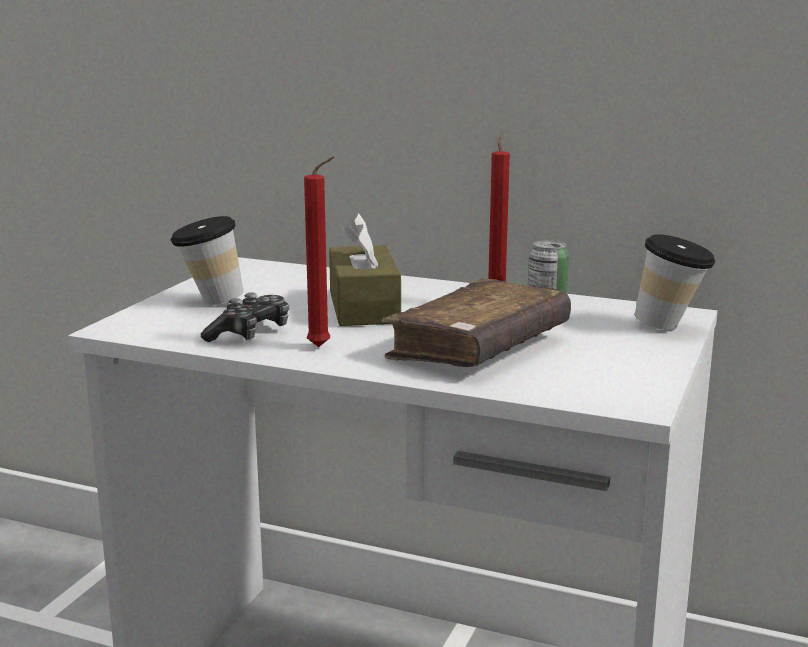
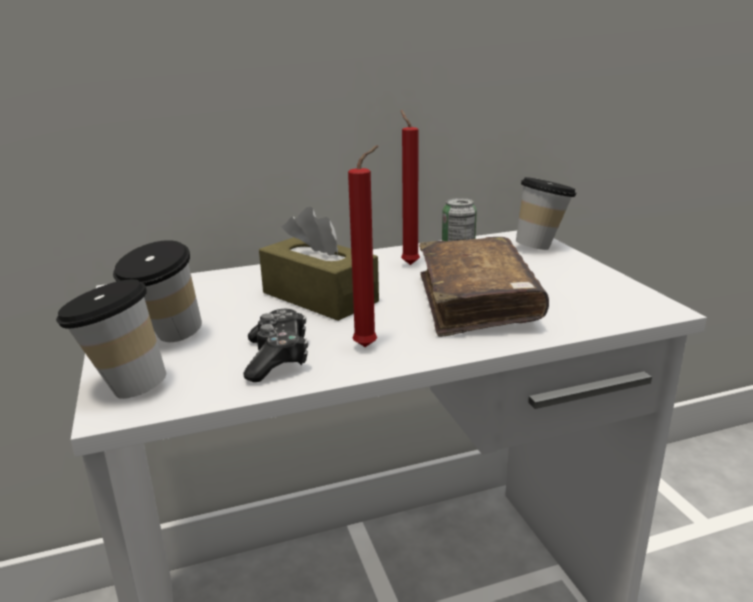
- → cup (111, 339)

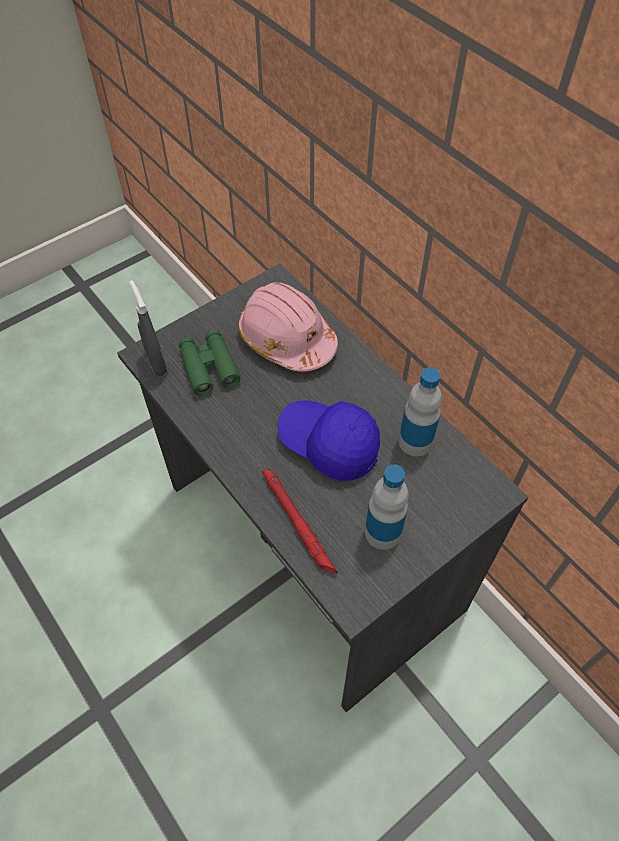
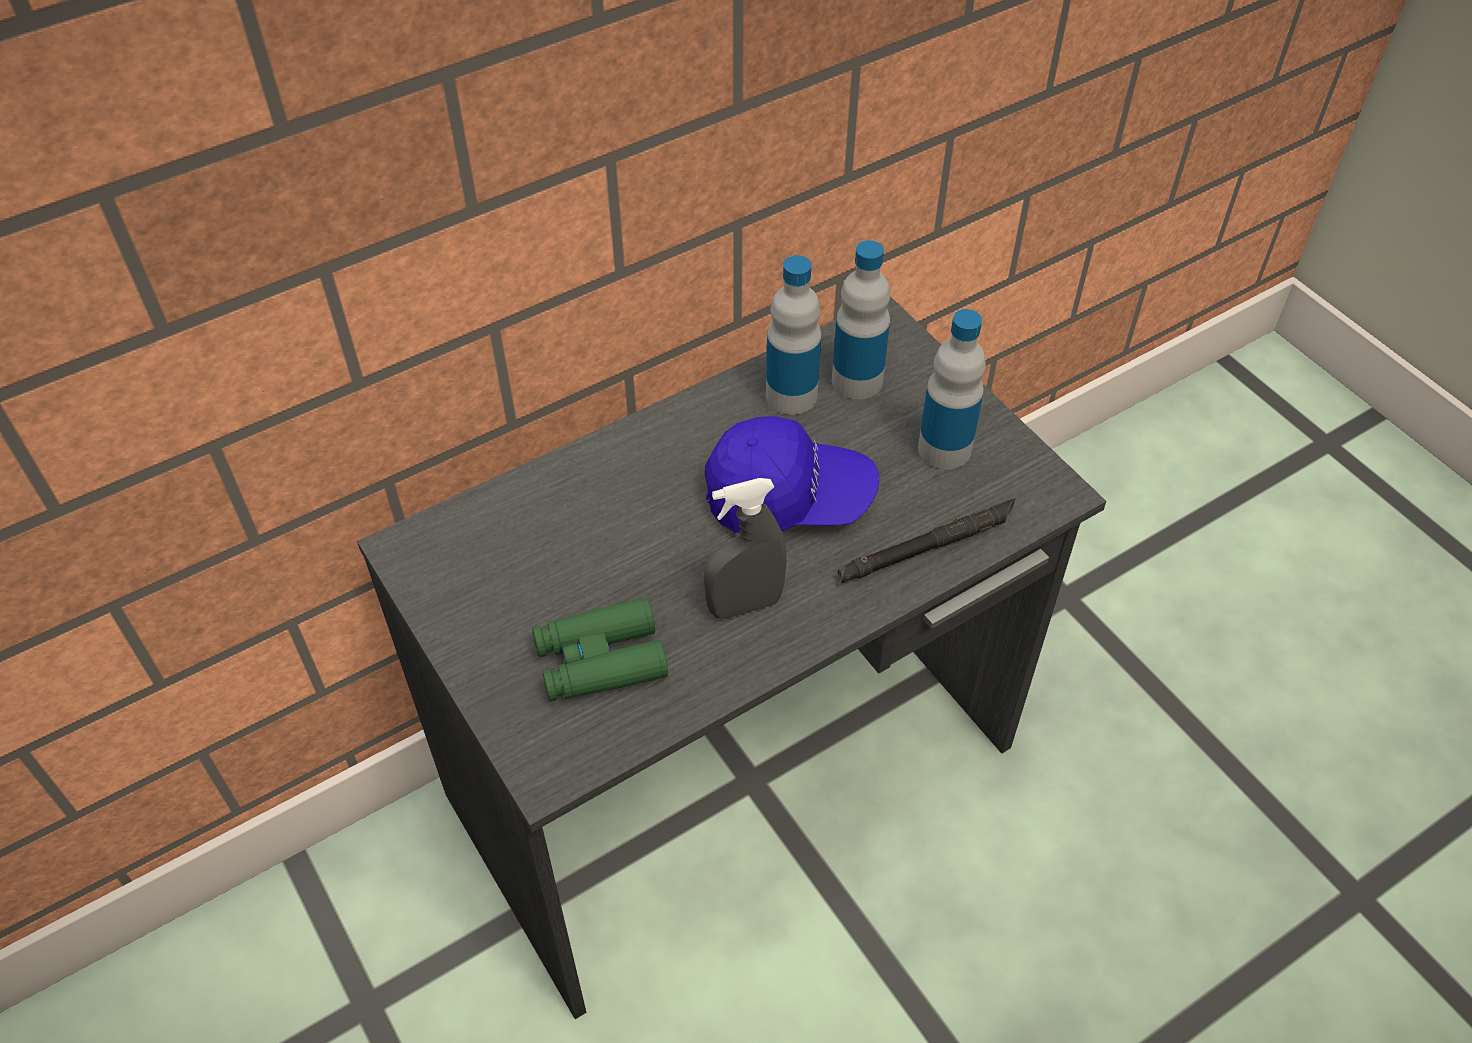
gray spray bottle (148, 328) → gray spray bottle (745, 548), moved
blue-coloured cap (329, 440) → blue-coloured cap (792, 474), 120 degrees counterclockwise
- → bottle (861, 319)
red-coloured hand torch (300, 521) → black-coloured hand torch (926, 541)
pinkish hard hat (288, 327) → -

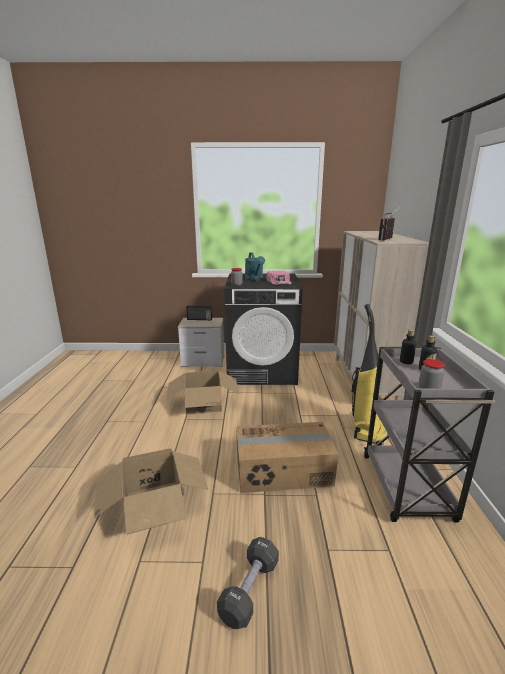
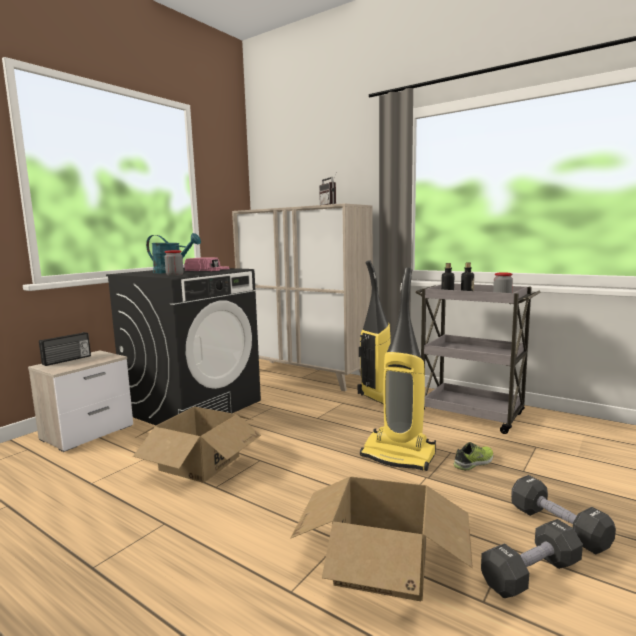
cardboard box (287, 457) → hoover (398, 369)
- → item of footwear (473, 456)
- → black-coloured hand weight (532, 558)

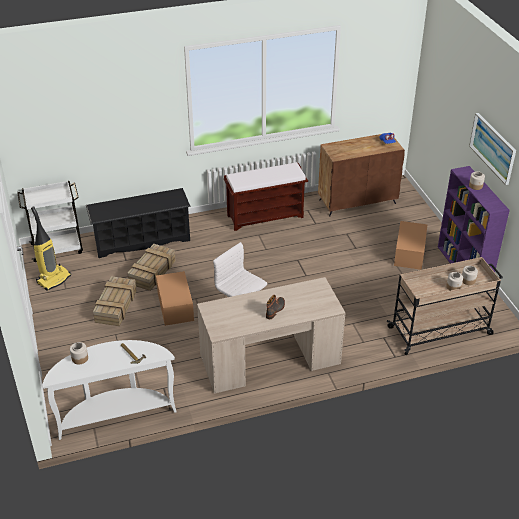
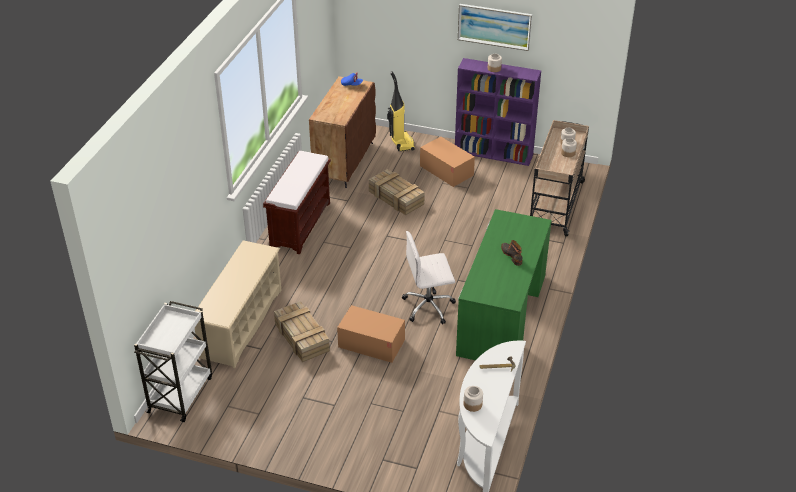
black-coloured shoe shelf (138, 223) → beige shoe shelf (238, 304)
crate (115, 301) → crate (397, 192), moved
hoover (51, 248) → hoover (401, 111), moved
beige desk table (271, 335) → greenish desk table (504, 284)

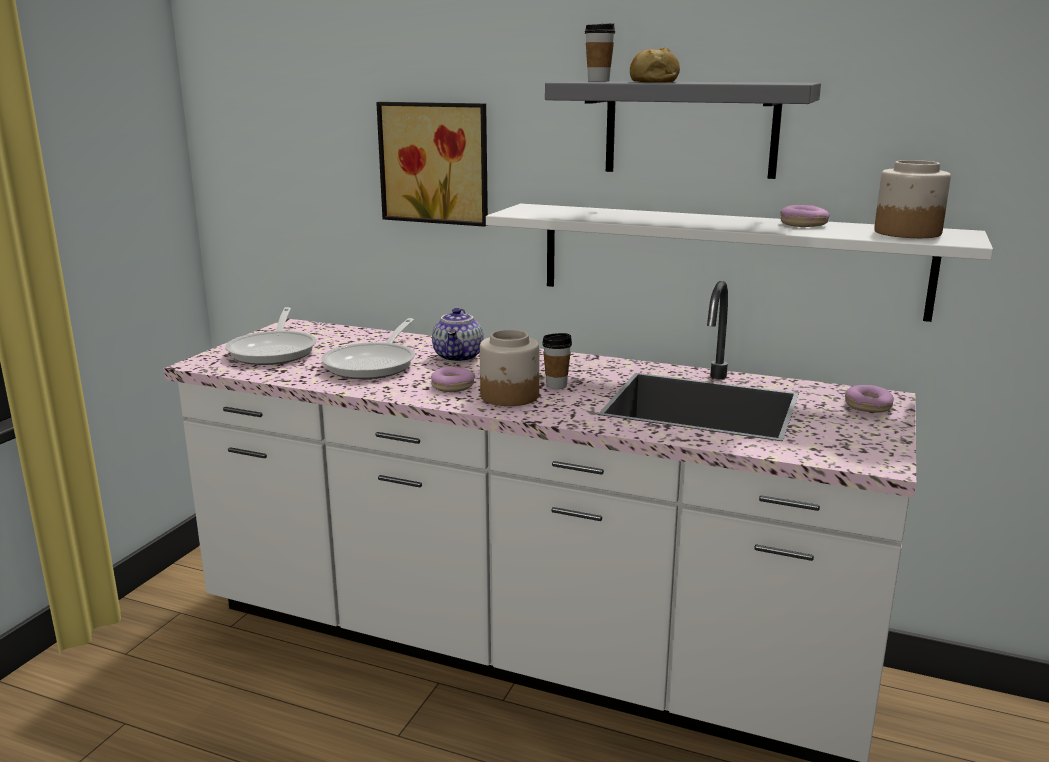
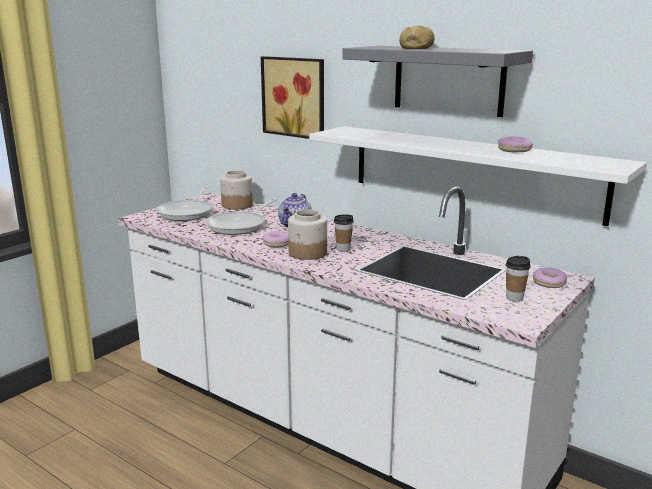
jar (912, 199) → jar (236, 190), moved
cup (600, 52) → cup (518, 279), moved

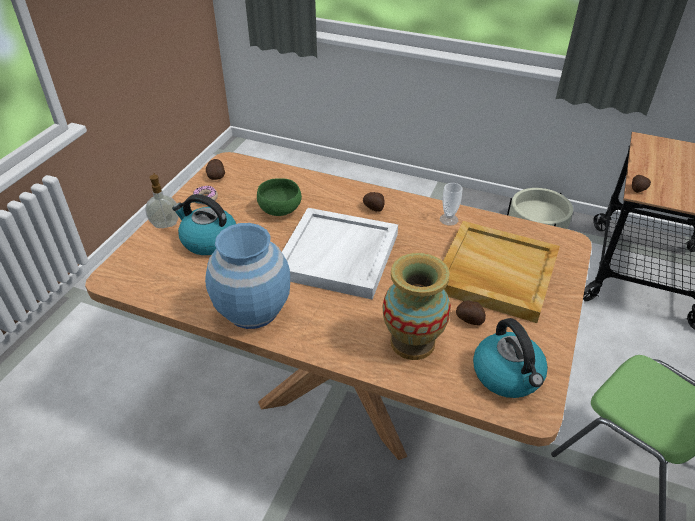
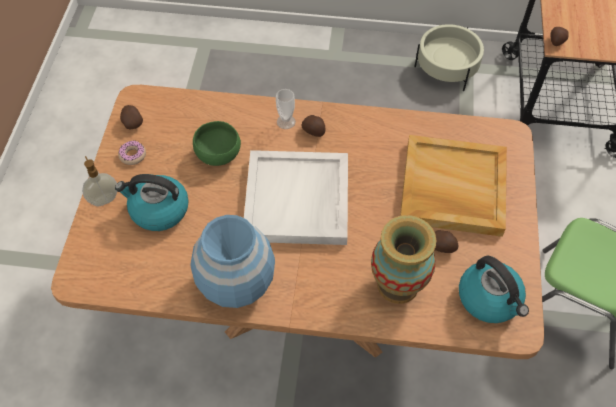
cup (451, 204) → cup (286, 109), moved

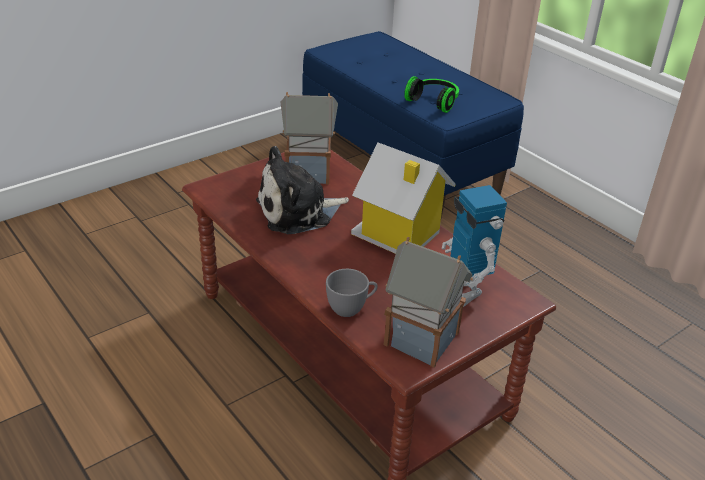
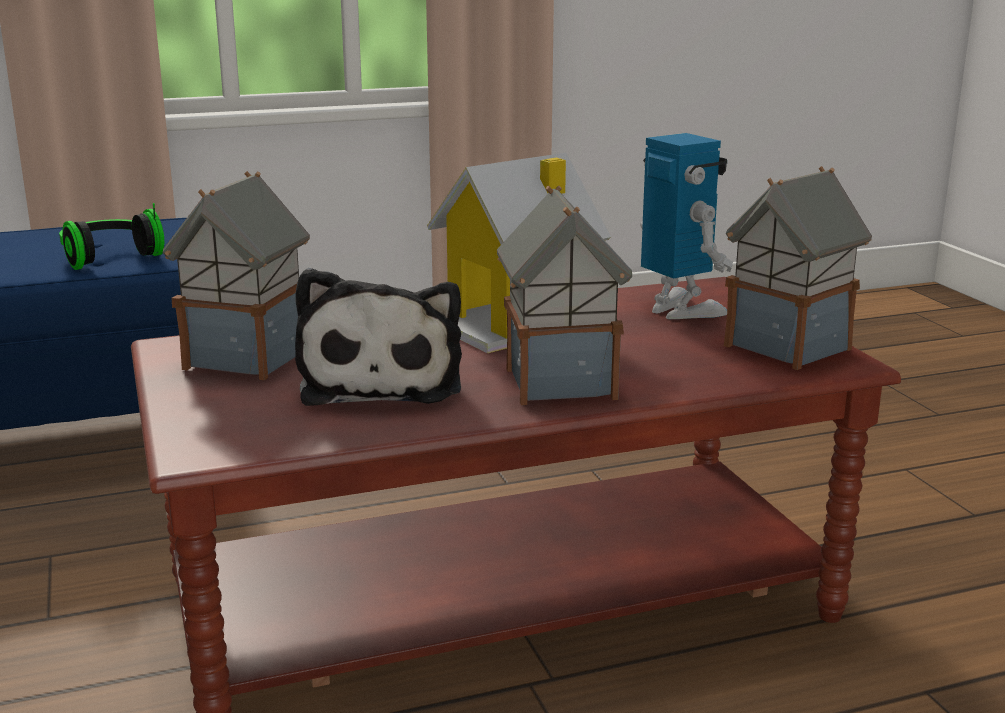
- → model house (564, 295)
robot figure (474, 246) → robot figure (686, 226), 120 degrees counterclockwise
gray cup (352, 293) → -

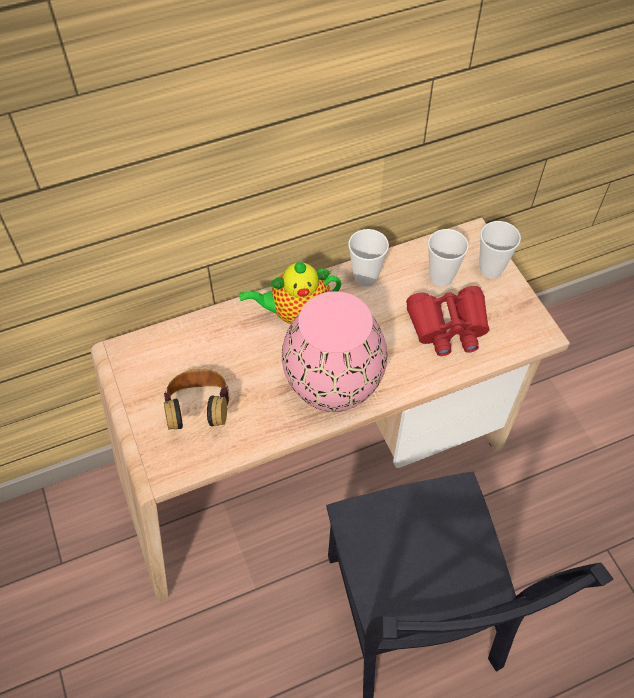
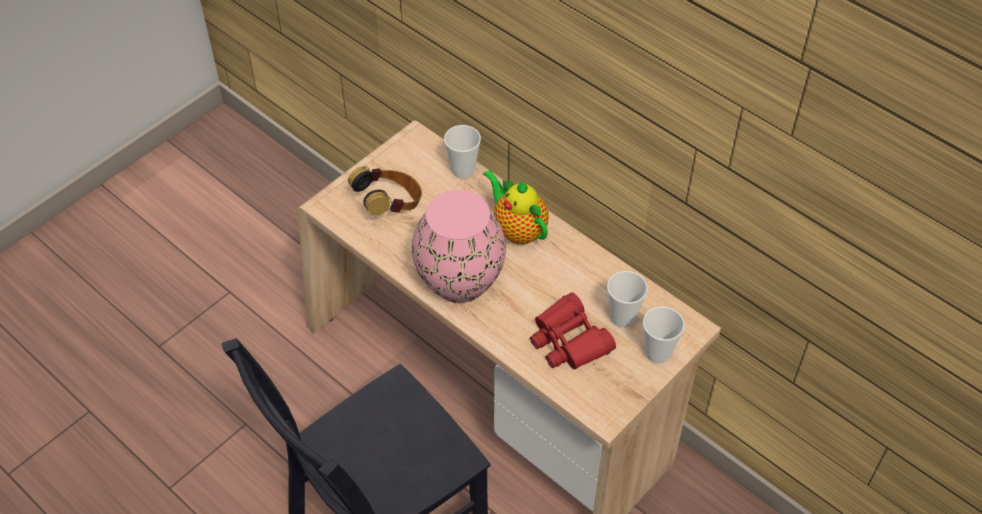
cup (368, 258) → cup (462, 152), moved

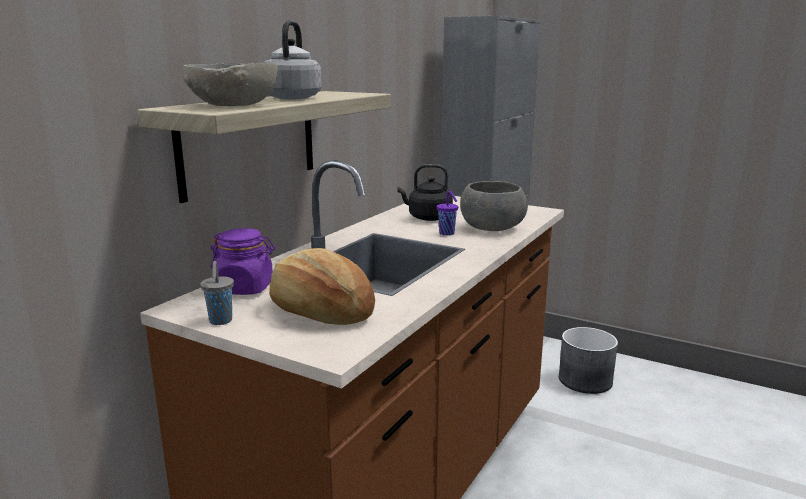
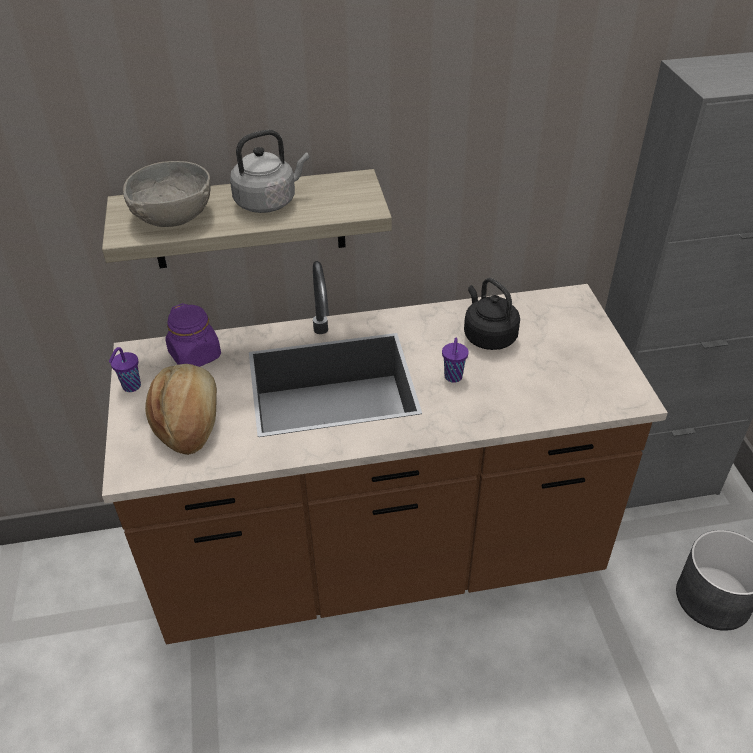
gray cup (217, 293) → purple cup (125, 369)
gray serving bowl (494, 206) → -

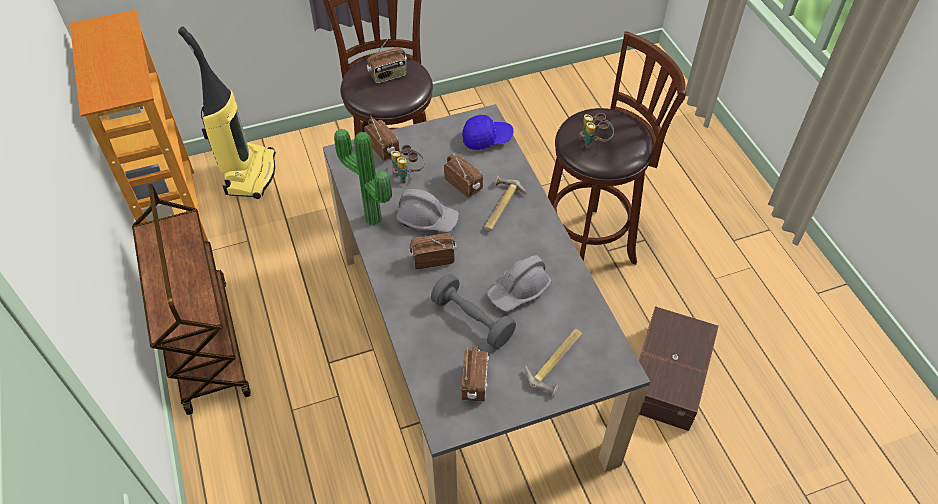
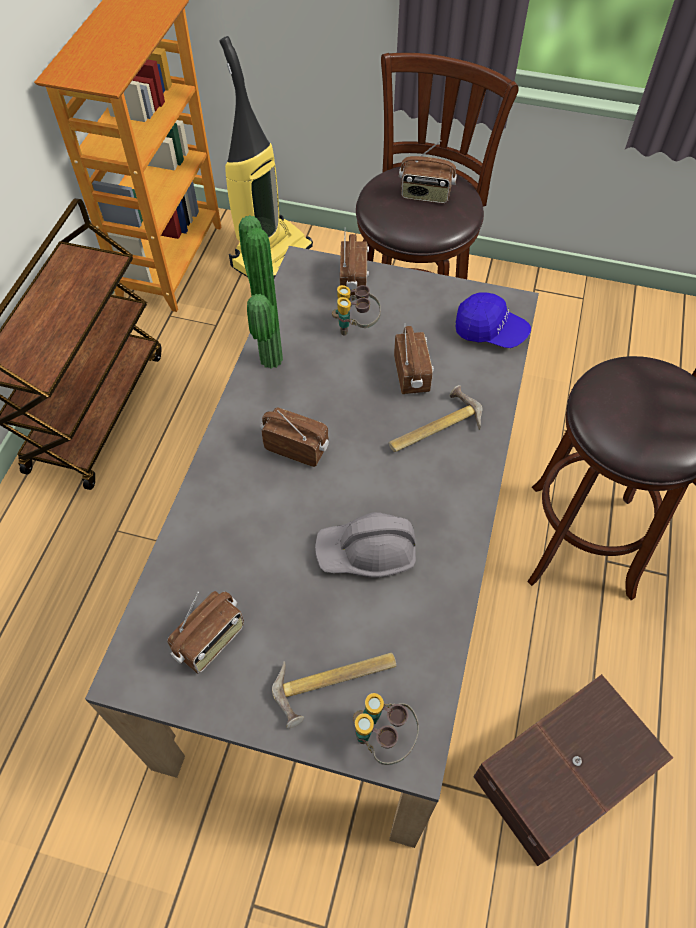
binoculars (596, 131) → binoculars (386, 729), moved
gray hard hat (427, 210) → -
gray hand weight (473, 311) → -

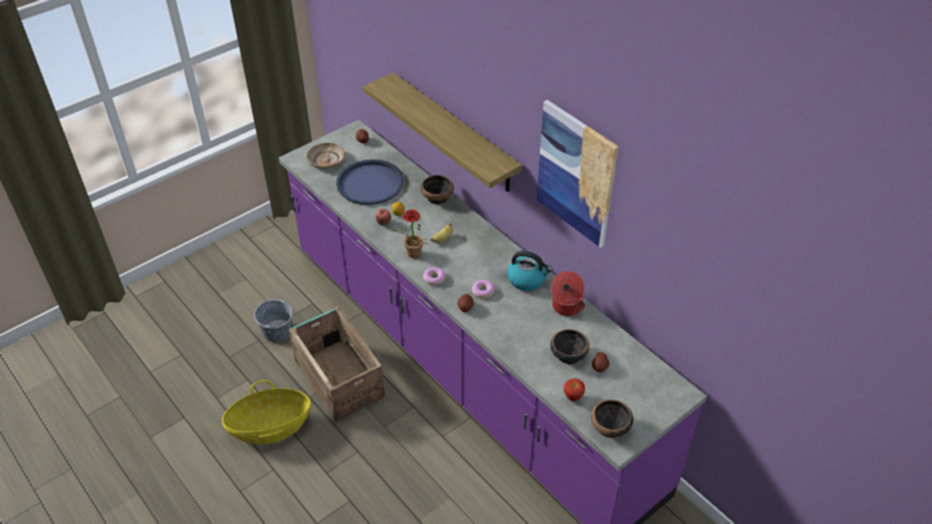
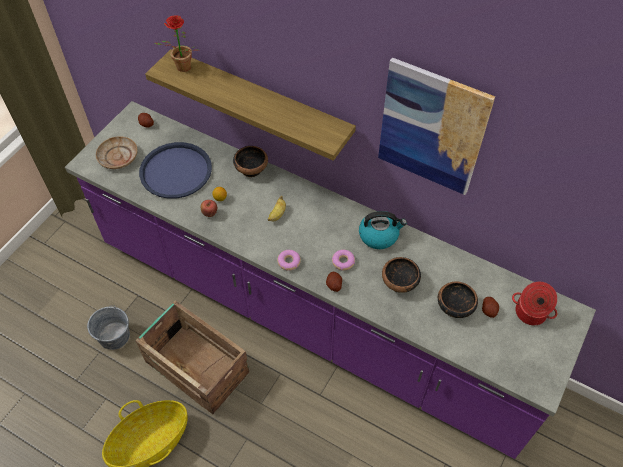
potted plant (409, 233) → potted plant (176, 43), moved
serving bowl (612, 418) → serving bowl (401, 275), moved
saucepot (568, 293) → saucepot (534, 303), moved
whole apple (574, 389) → -

